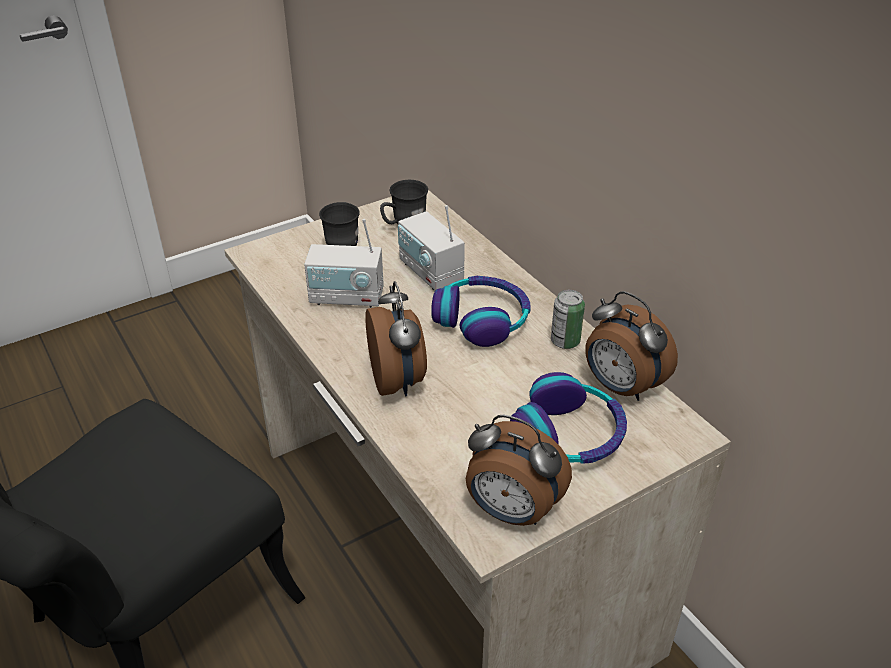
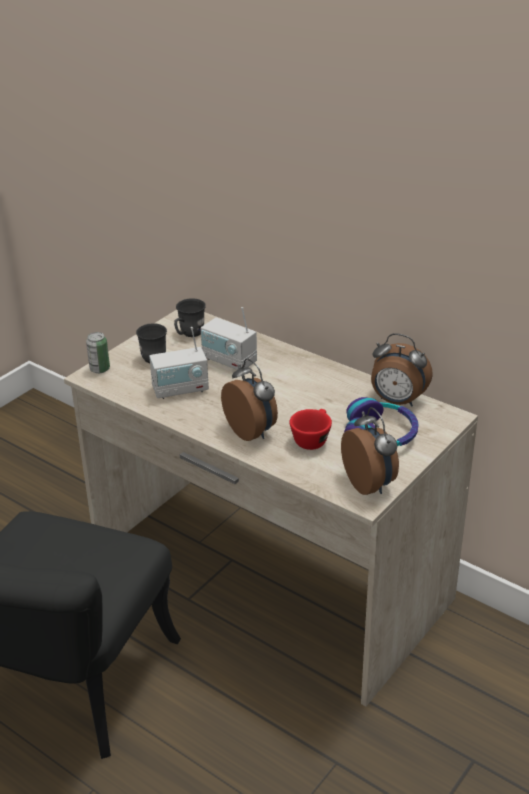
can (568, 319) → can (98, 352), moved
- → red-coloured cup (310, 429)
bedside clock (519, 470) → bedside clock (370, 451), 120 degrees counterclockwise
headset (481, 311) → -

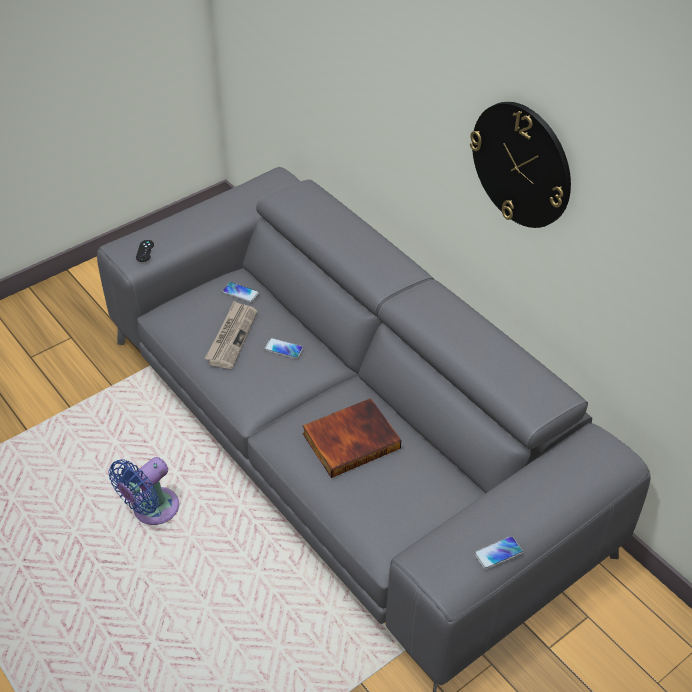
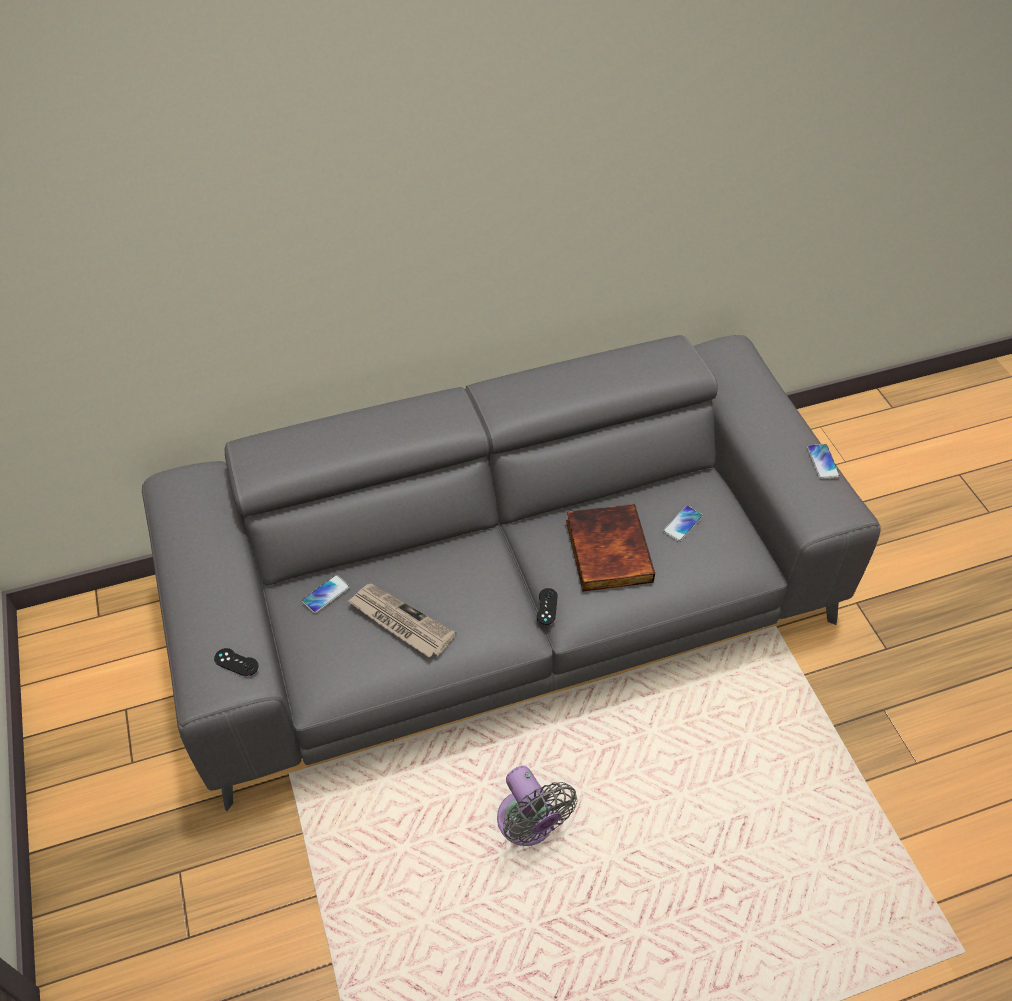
blue-coloured electric fan (143, 491) → gray electric fan (537, 806)
- → black-coloured joypad (547, 606)
telephone (283, 348) → telephone (683, 524), moved
hanging clock (520, 165) → -

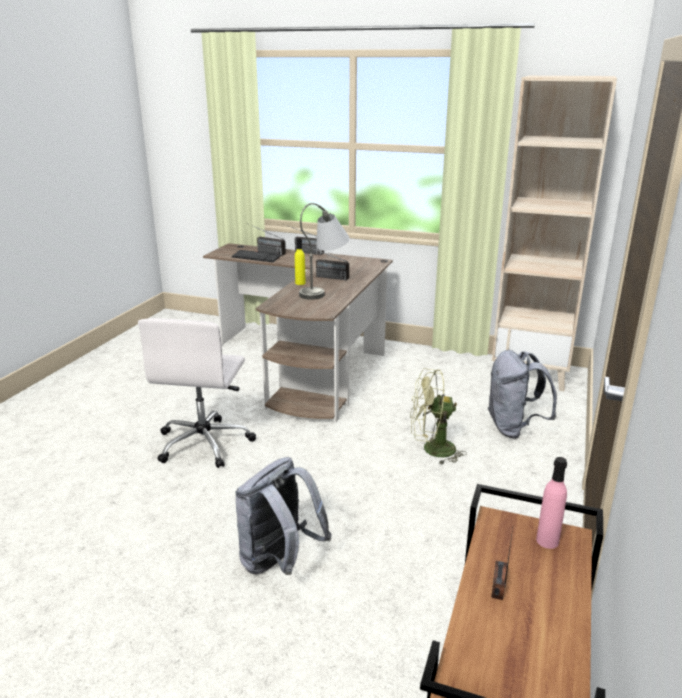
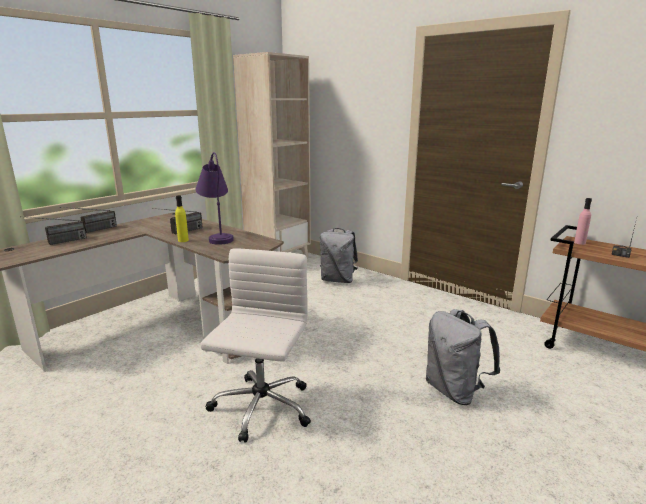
gray lamp for a table (324, 251) → purple lamp for a table (214, 198)
white office chair (197, 393) → white office chair (255, 346), 105 degrees counterclockwise
PC keyboard (256, 256) → -
greenish electric fan (438, 416) → -

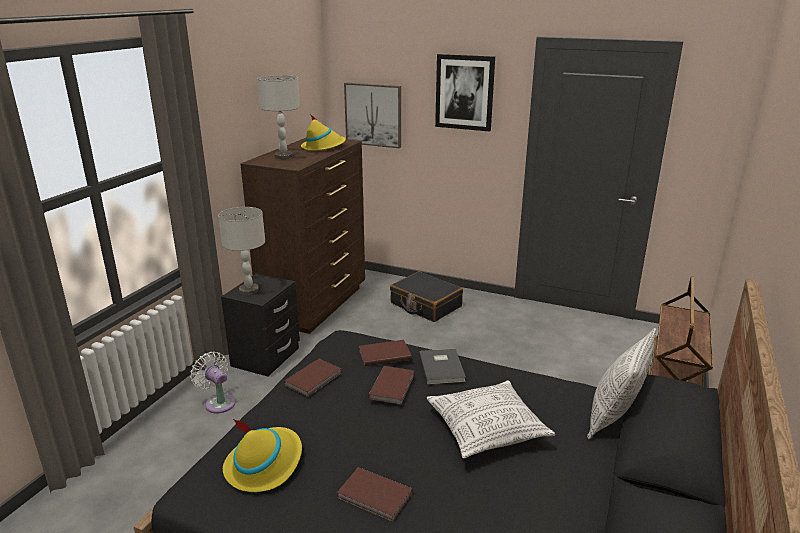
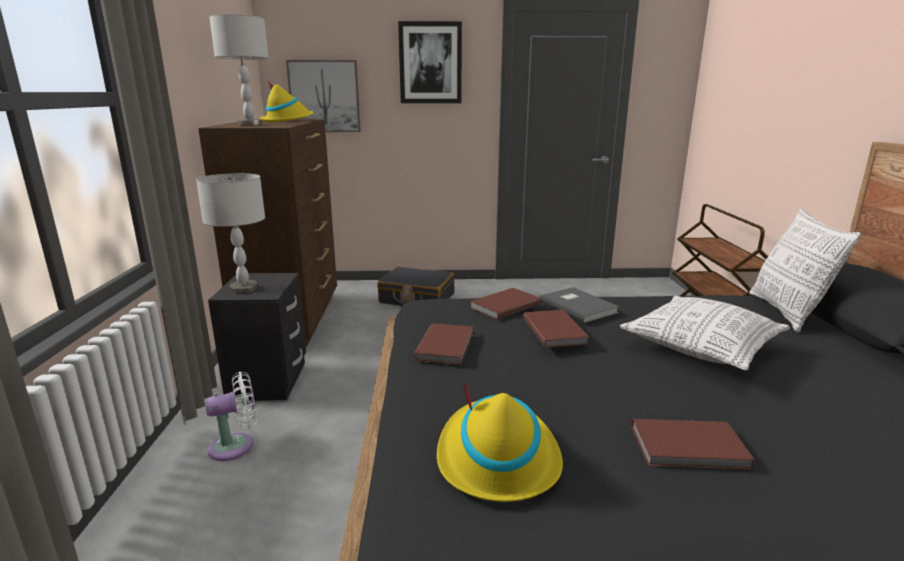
white electric fan (213, 383) → white electric fan (231, 416), 135 degrees clockwise

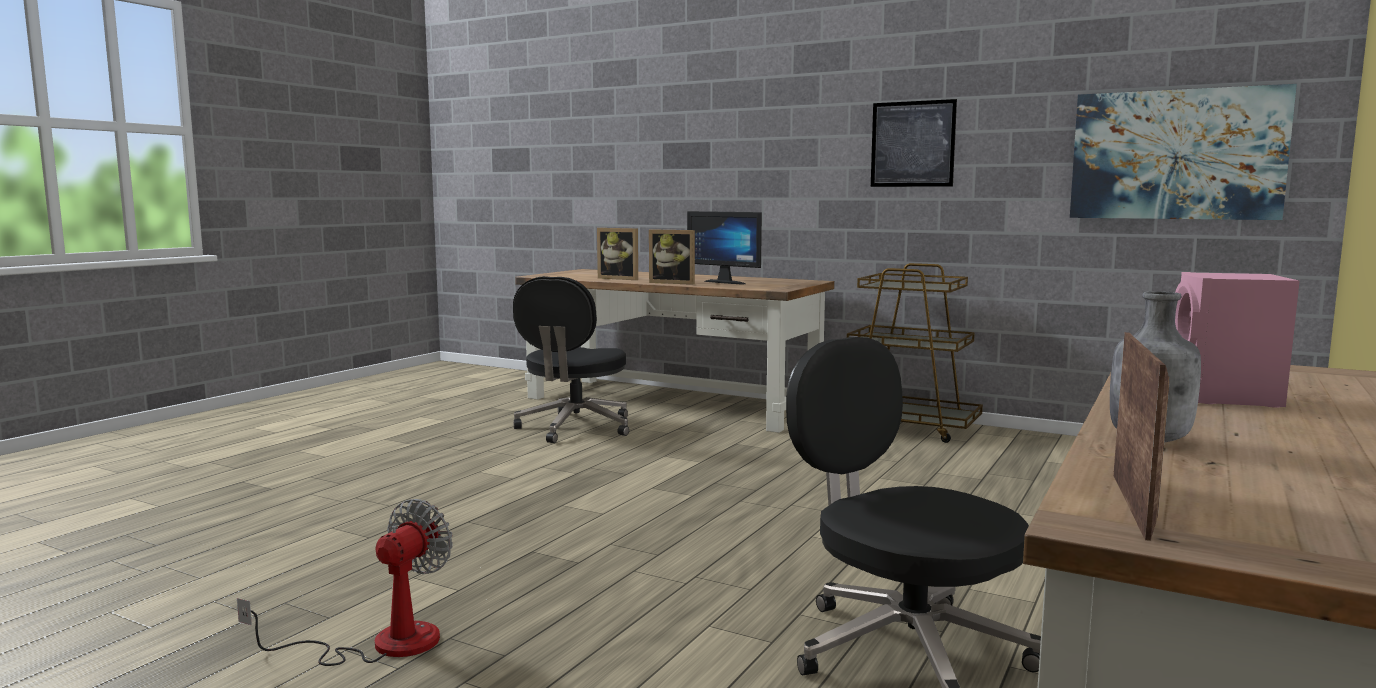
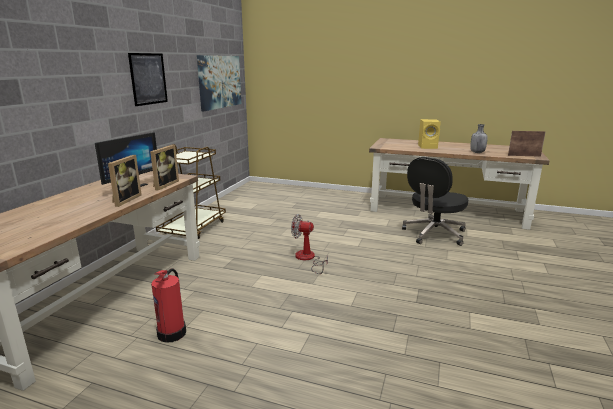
standing frame (617, 254) → standing frame (164, 167), moved
black-coloured office chair (571, 359) → fire-fighting cylinder (168, 305)
electric fan (345, 582) → electric fan (309, 244), moved
pinkish audio speaker (1237, 340) → yellowish audio speaker (429, 134)

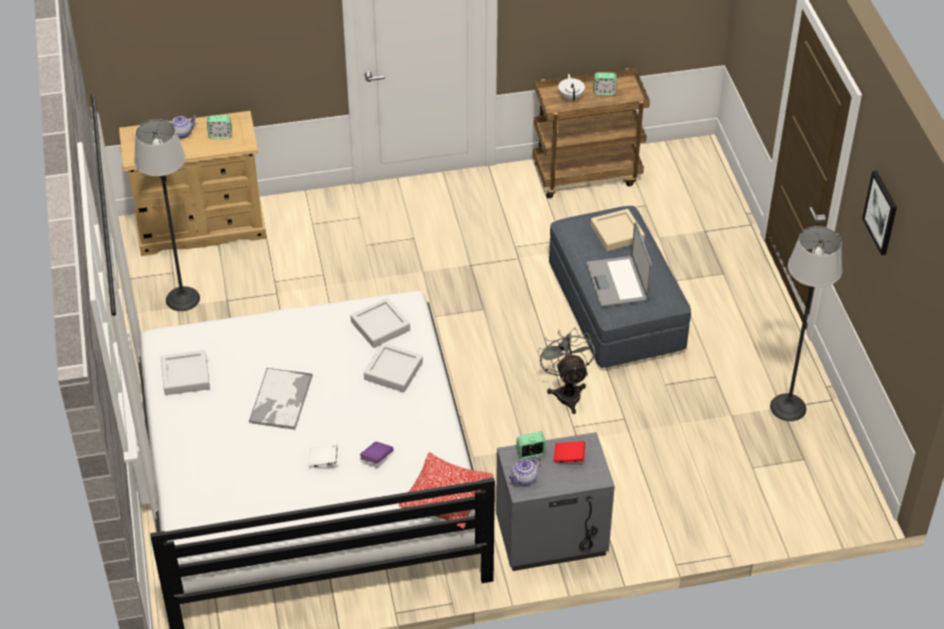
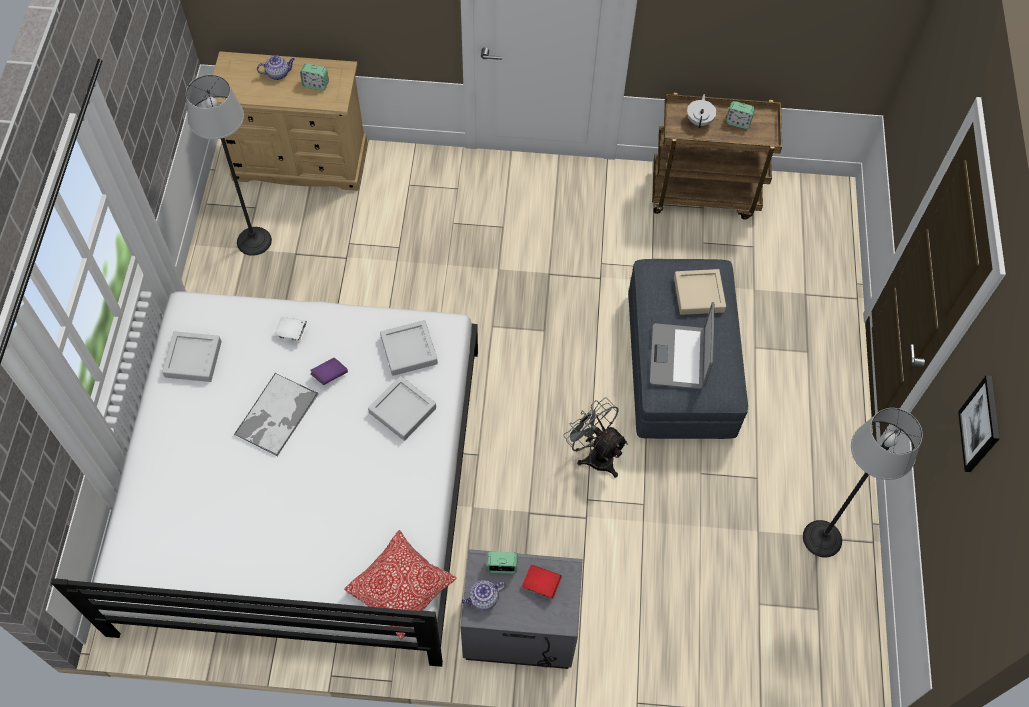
white book (323, 456) → white book (290, 329), moved
purple book (376, 453) → purple book (329, 371), moved
gray electric fan (566, 371) → gray electric fan (596, 438), 45 degrees counterclockwise

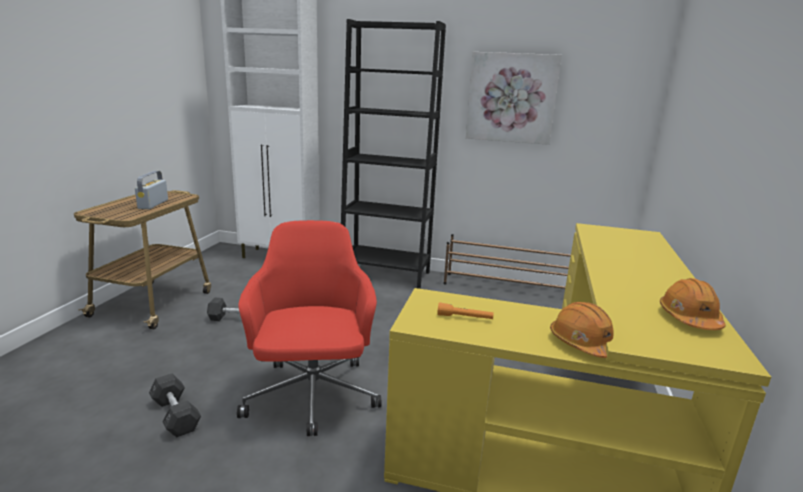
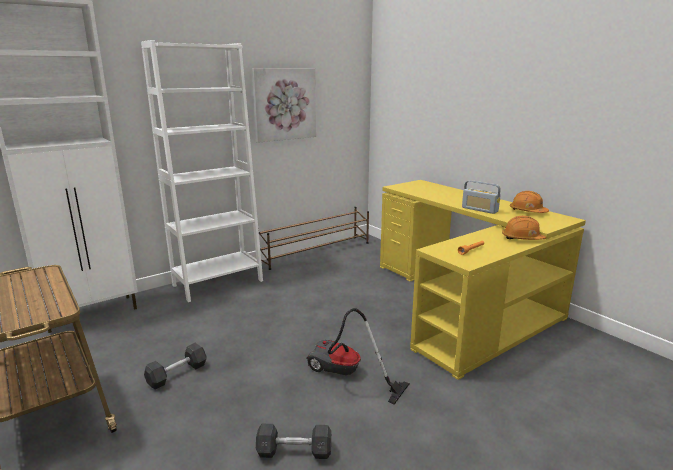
black-coloured bookshelf (393, 154) → white bookshelf (202, 171)
red-coloured office chair (309, 328) → hoover (358, 356)
radio receiver (151, 190) → radio receiver (481, 197), moved

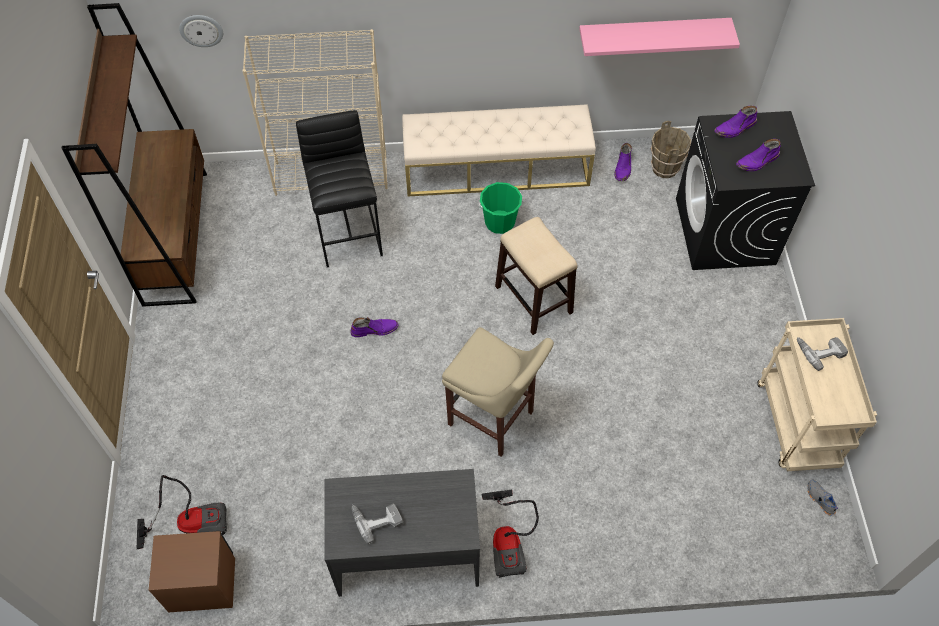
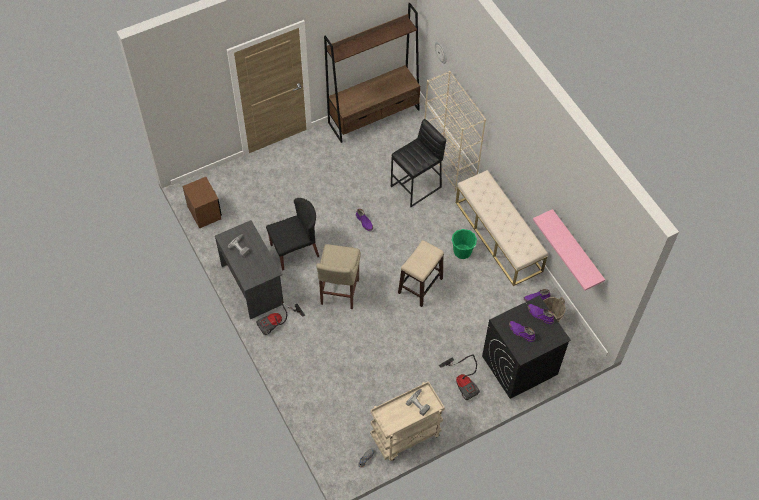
- → black-coloured upright chair (292, 234)
hoover (182, 512) → hoover (459, 377), moved

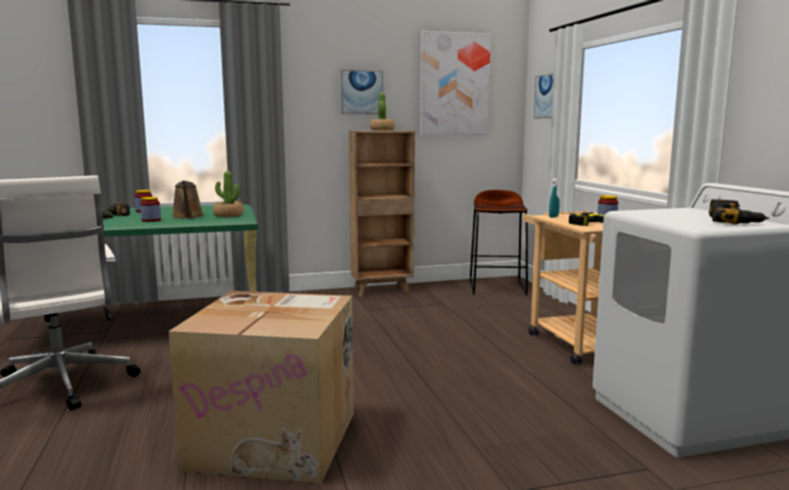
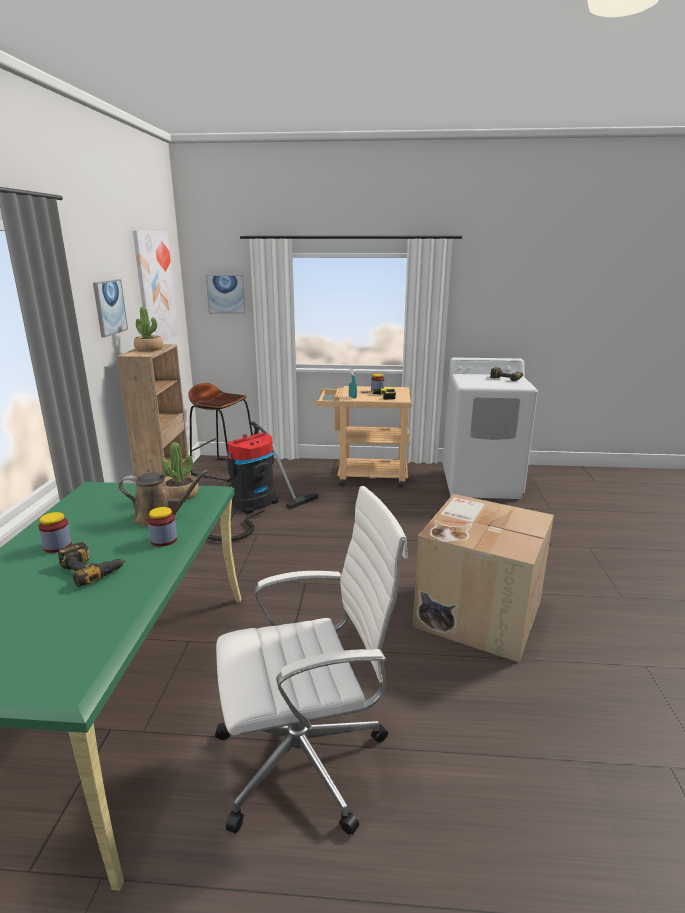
- → hoover (263, 481)

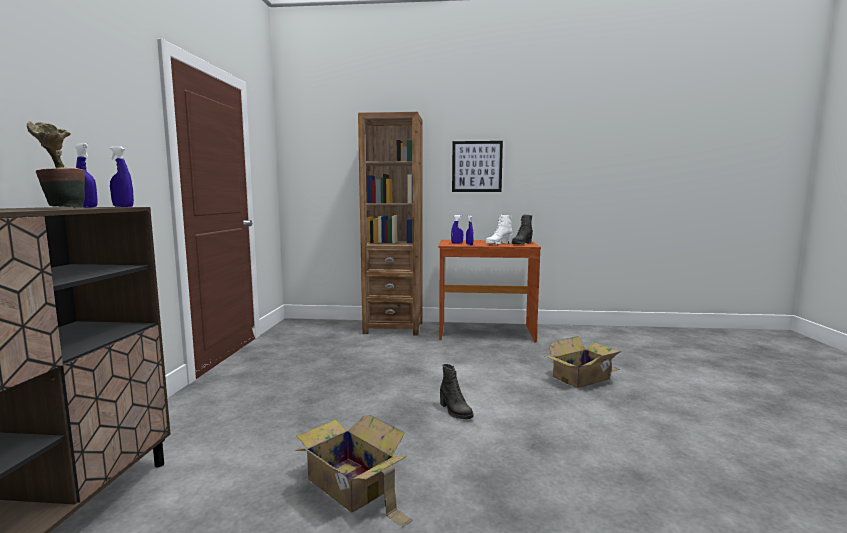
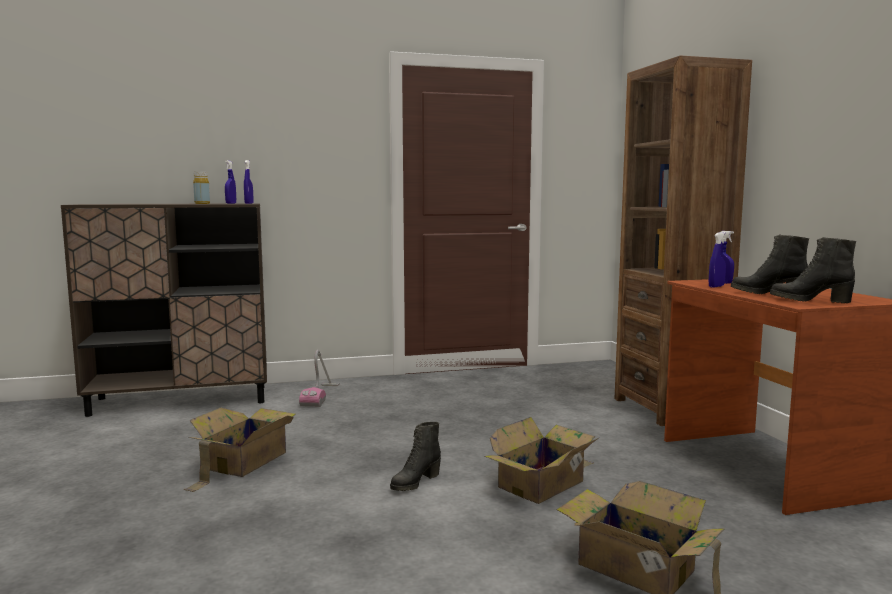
potted plant (56, 164) → yellowish bottle (201, 187)
- → hoover (319, 378)
- → cardboard box (541, 460)
white high-top boot (499, 230) → black-coloured high-top boot (770, 264)
wall picture (477, 166) → -

